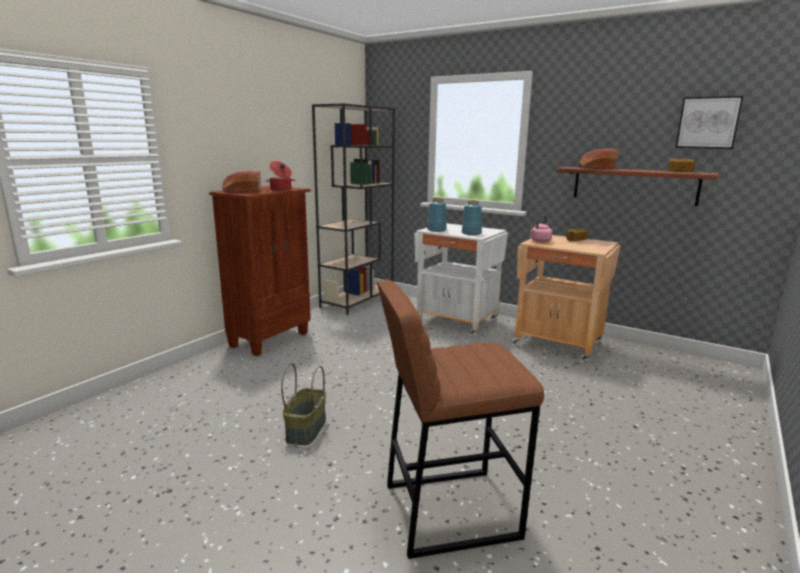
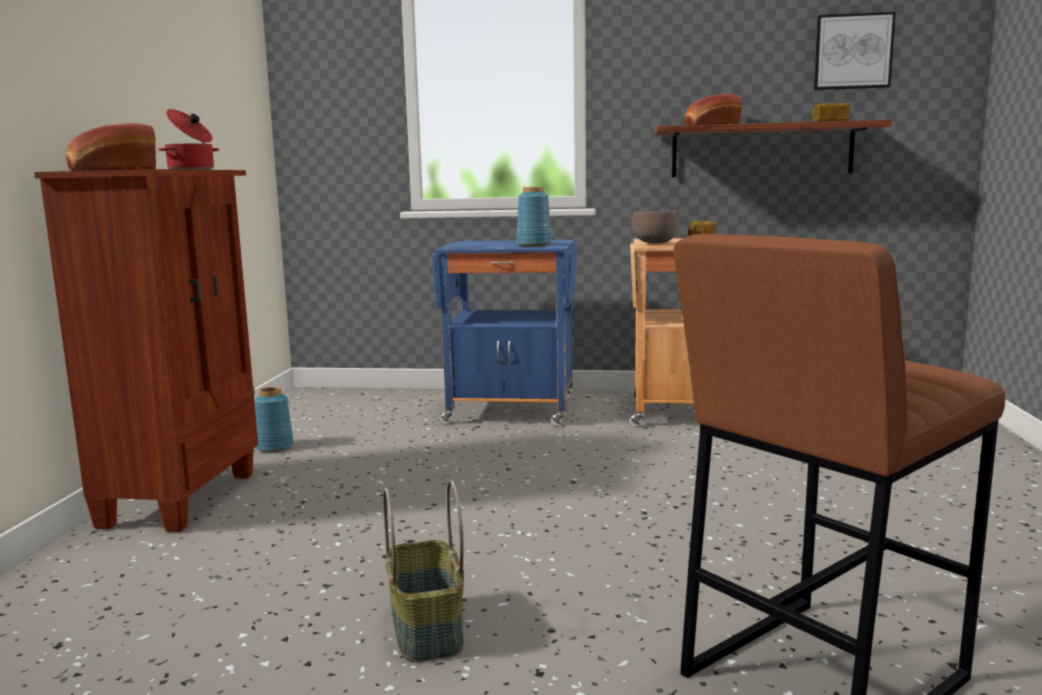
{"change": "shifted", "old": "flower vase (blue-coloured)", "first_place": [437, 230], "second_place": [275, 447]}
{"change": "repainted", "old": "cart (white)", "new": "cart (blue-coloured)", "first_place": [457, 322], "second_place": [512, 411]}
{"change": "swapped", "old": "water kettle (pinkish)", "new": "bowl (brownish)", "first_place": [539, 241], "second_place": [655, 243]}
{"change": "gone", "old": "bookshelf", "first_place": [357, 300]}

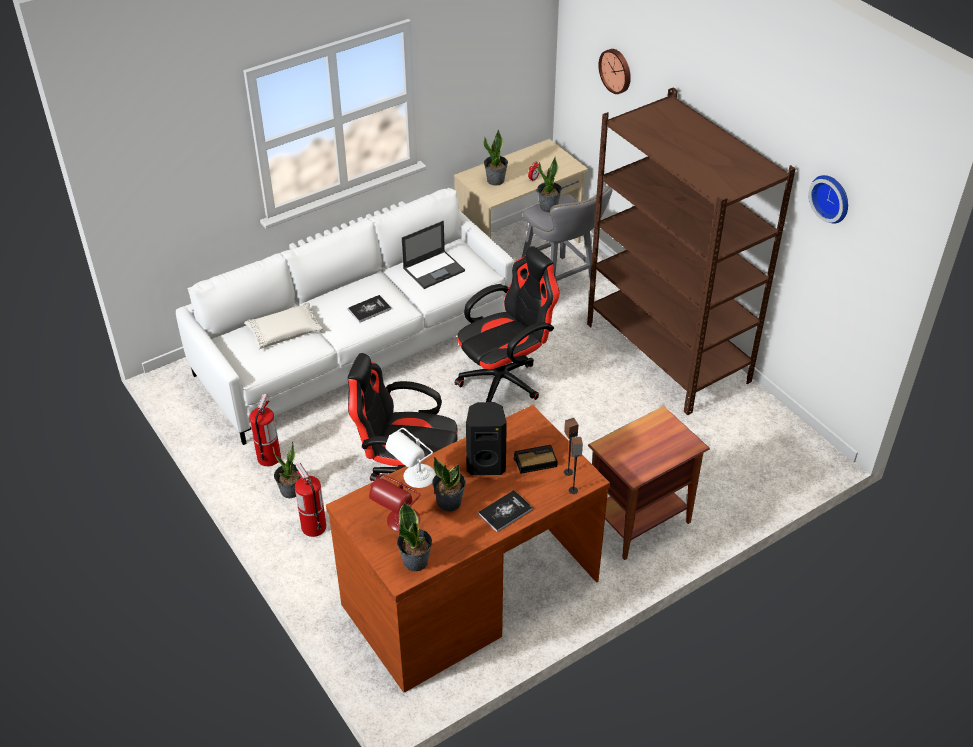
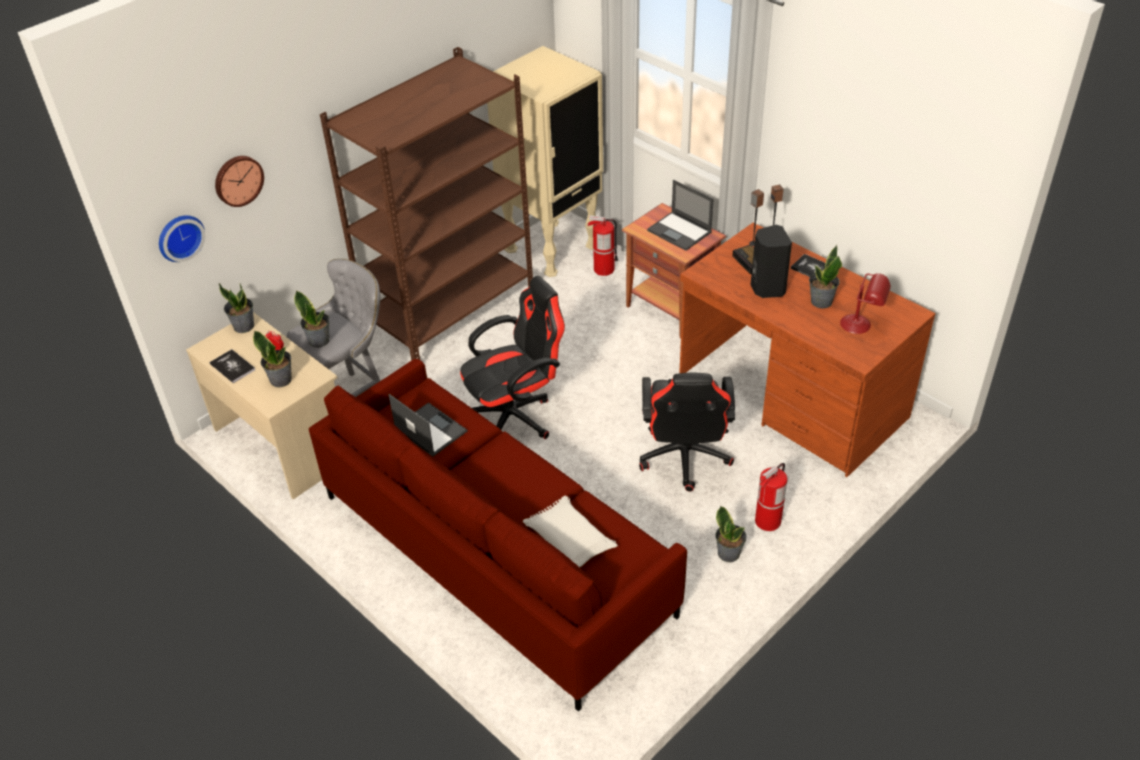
{"change": "shifted", "old": "hanging clock", "first_place": [832, 197], "second_place": [179, 237]}
{"change": "shifted", "old": "book", "first_place": [369, 309], "second_place": [232, 367]}
{"change": "shifted", "old": "plant in a pot", "first_place": [416, 561], "second_place": [244, 326]}
{"change": "repainted", "old": "couch (white)", "new": "couch (red-coloured)", "first_place": [356, 350], "second_place": [496, 553]}
{"change": "rotated", "old": "office chair (black)", "first_place": [506, 380], "second_place": [517, 417], "degrees": 105}
{"change": "new", "new": "storage cabinet (beige-coloured)", "second_place": [553, 247]}
{"change": "shifted", "old": "fire extinguisher", "first_place": [269, 457], "second_place": [603, 269]}
{"change": "new", "new": "notebook computer", "second_place": [680, 231]}
{"change": "gone", "old": "tabletop lamp (white)", "first_place": [414, 479]}

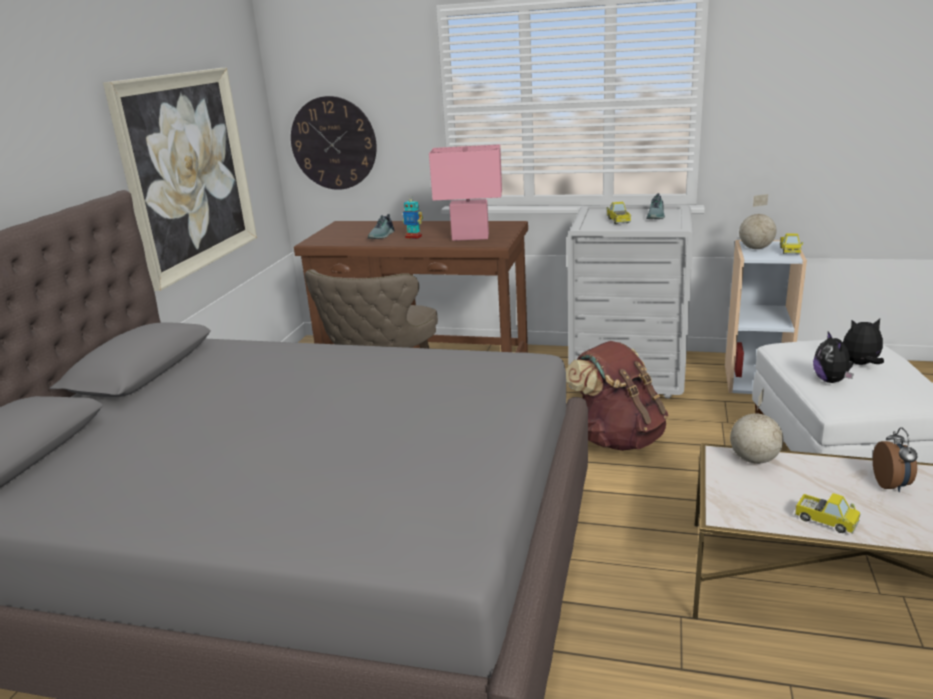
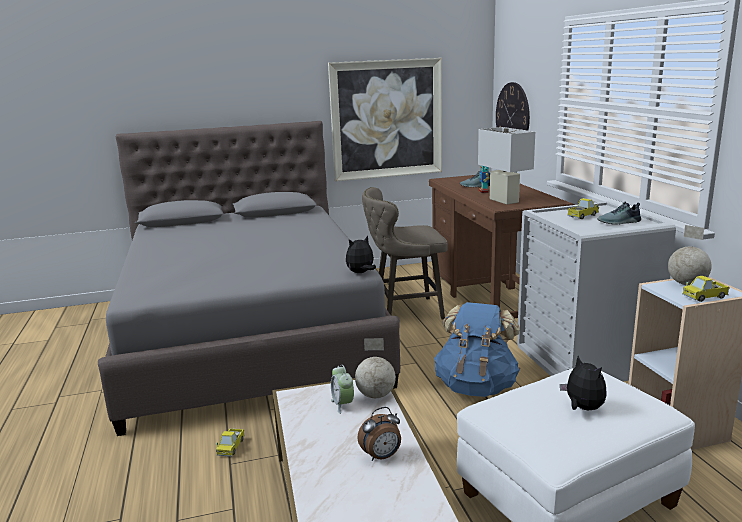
{"change": "shifted", "old": "toy lorry", "first_place": [825, 521], "second_place": [231, 447]}
{"change": "new", "new": "bedside clock", "second_place": [343, 404]}
{"change": "shifted", "old": "soft toy", "first_place": [831, 380], "second_place": [361, 273]}
{"change": "repainted", "old": "rucksack (brownish)", "new": "rucksack (blue-coloured)", "first_place": [618, 438], "second_place": [476, 386]}
{"change": "repainted", "old": "tabletop lamp (pinkish)", "new": "tabletop lamp (white)", "first_place": [470, 237], "second_place": [504, 201]}

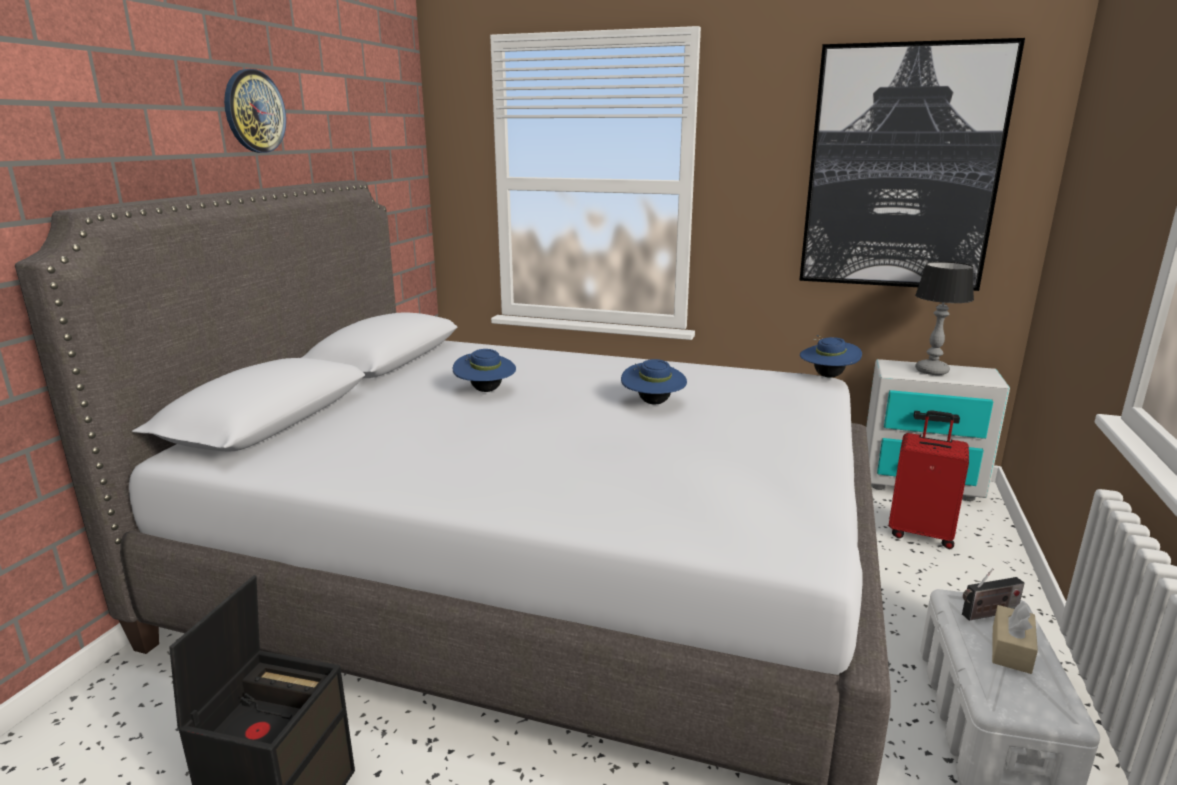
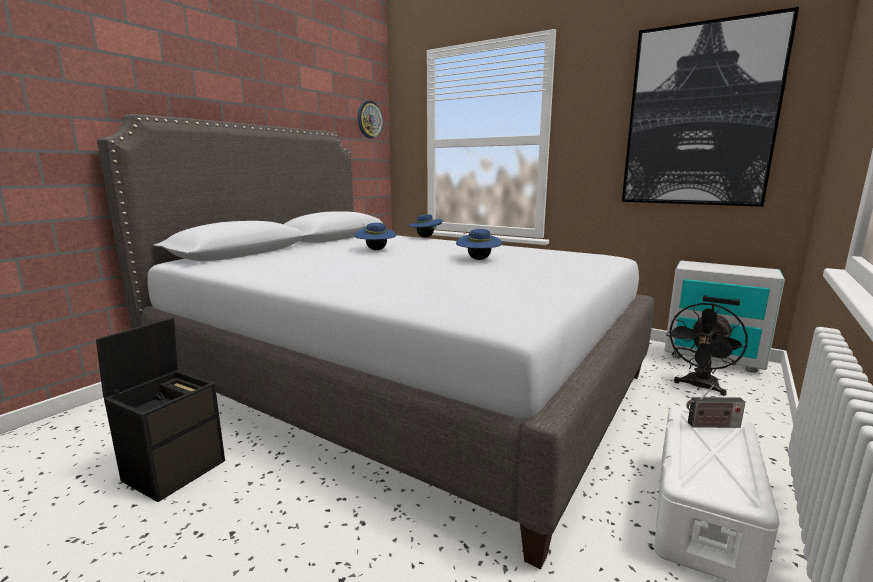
{"change": "shifted", "old": "hanging clock", "first_place": [254, 111], "second_place": [369, 119]}
{"change": "shifted", "old": "hat (blue-coloured)", "first_place": [827, 376], "second_place": [425, 237]}
{"change": "swapped", "old": "suitcase (red-coloured)", "new": "electric fan (black)", "first_place": [921, 533], "second_place": [699, 387]}
{"change": "gone", "old": "tabletop lamp", "first_place": [932, 371]}
{"change": "gone", "old": "box of tissues (beige-coloured)", "first_place": [1011, 649]}

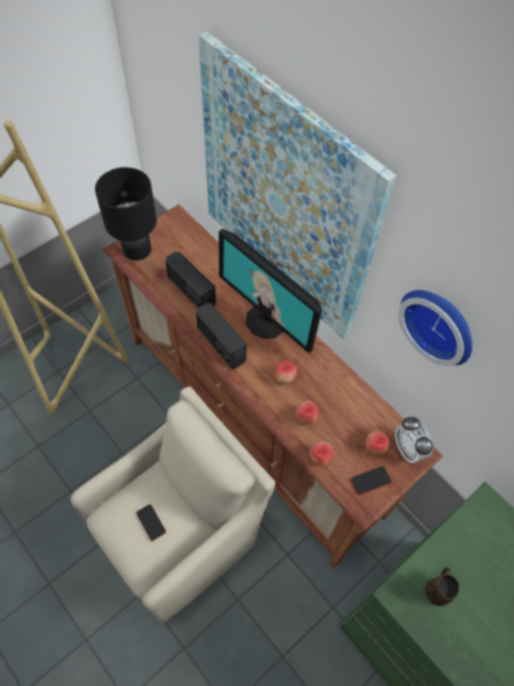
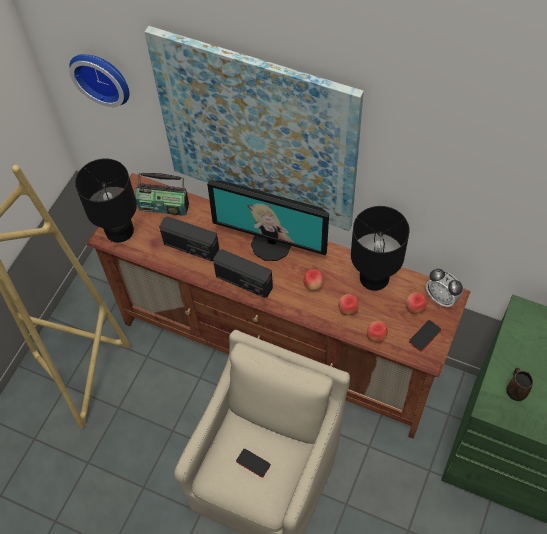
{"change": "shifted", "old": "hanging clock", "first_place": [440, 323], "second_place": [102, 76]}
{"change": "new", "new": "radio receiver", "second_place": [164, 205]}
{"change": "new", "new": "tabletop lamp (black)", "second_place": [374, 278]}

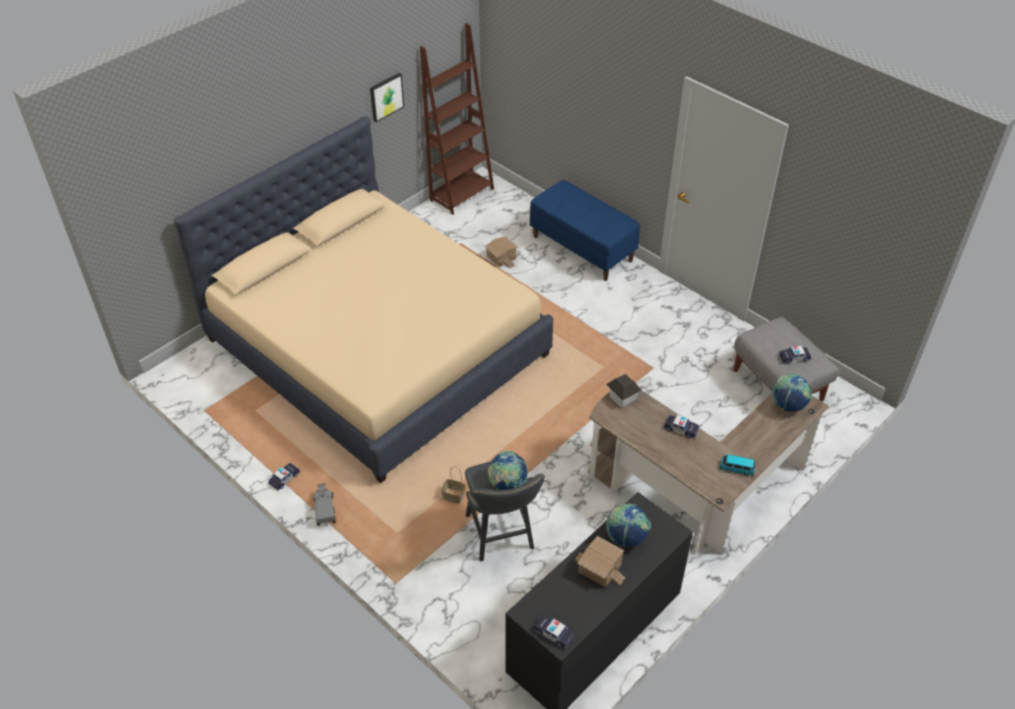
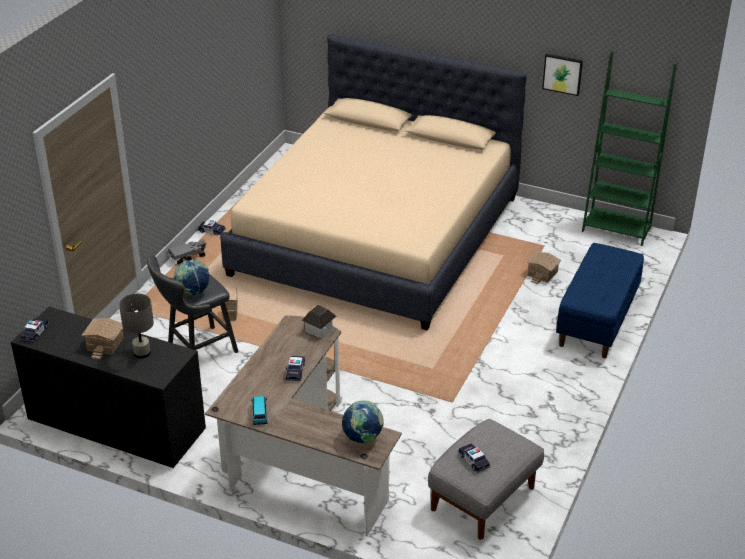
{"change": "swapped", "old": "world globe", "new": "tabletop lamp (gray)", "first_place": [626, 538], "second_place": [142, 352]}
{"change": "repainted", "old": "bookshelf (brownish)", "new": "bookshelf (green)", "first_place": [461, 194], "second_place": [616, 229]}

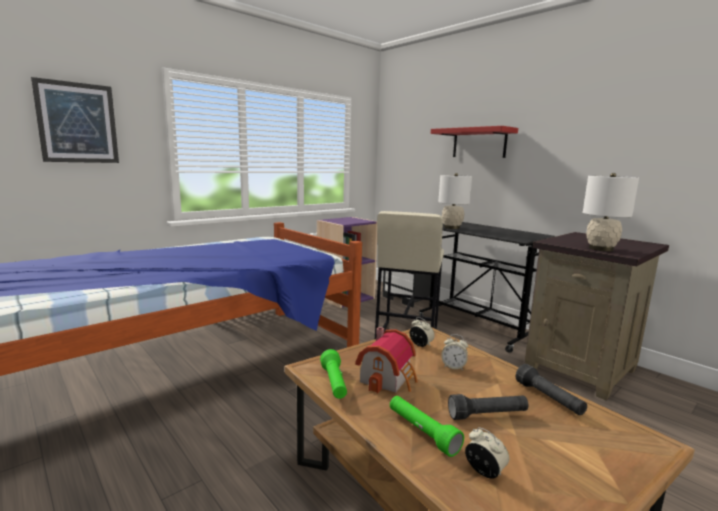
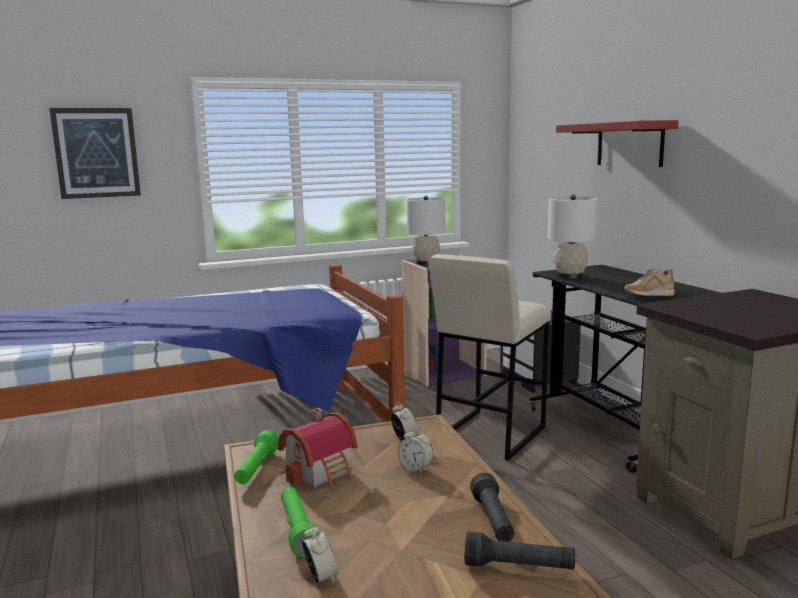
{"change": "shifted", "old": "tabletop lamp (white)", "first_place": [600, 249], "second_place": [426, 263]}
{"change": "shifted", "old": "hand torch (black)", "first_place": [487, 415], "second_place": [519, 567]}
{"change": "new", "new": "low shoe (beige-coloured)", "second_place": [648, 296]}

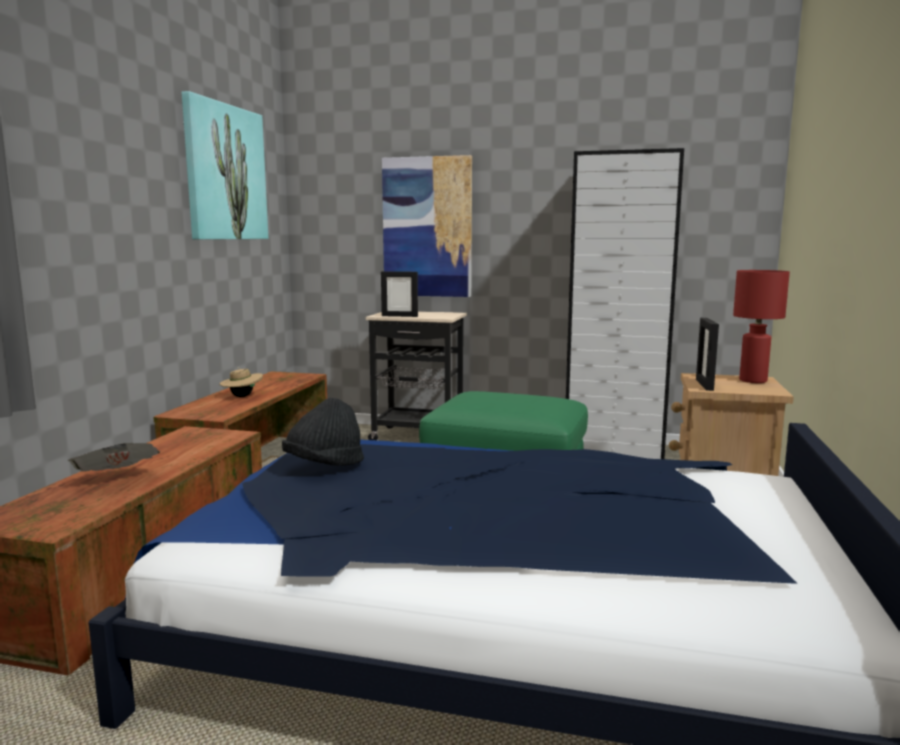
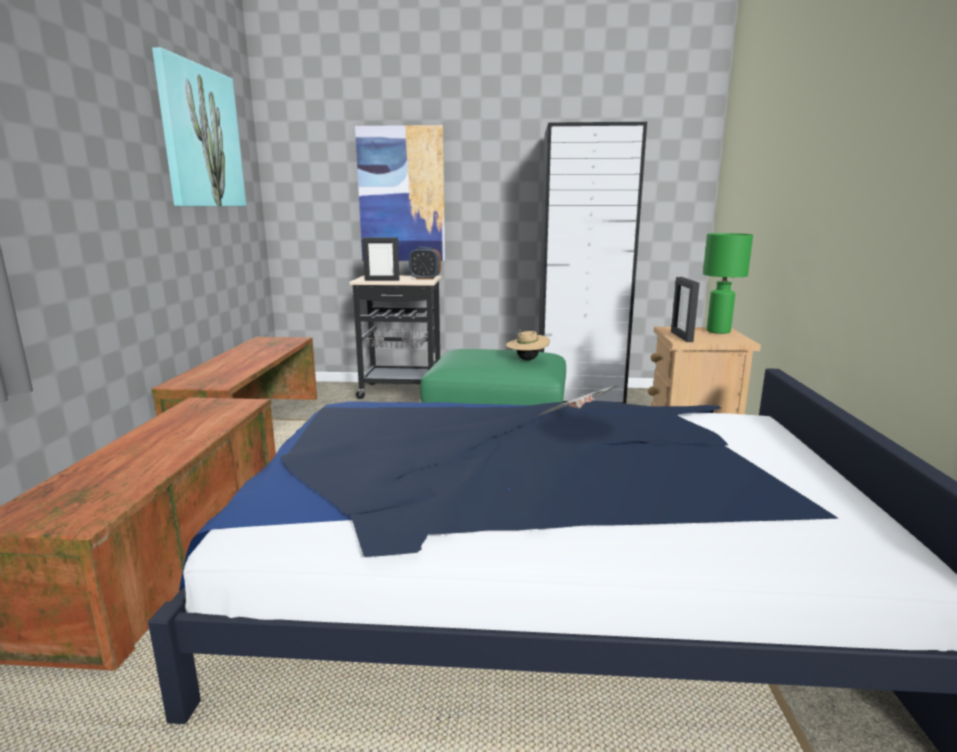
{"change": "new", "new": "bedside clock", "second_place": [425, 278]}
{"change": "shifted", "old": "hat (beige-coloured)", "first_place": [242, 396], "second_place": [527, 359]}
{"change": "shifted", "old": "printed paper", "first_place": [118, 479], "second_place": [574, 422]}
{"change": "repainted", "old": "tabletop lamp (red-coloured)", "new": "tabletop lamp (green)", "first_place": [753, 381], "second_place": [718, 331]}
{"change": "gone", "old": "hat (black)", "first_place": [324, 466]}

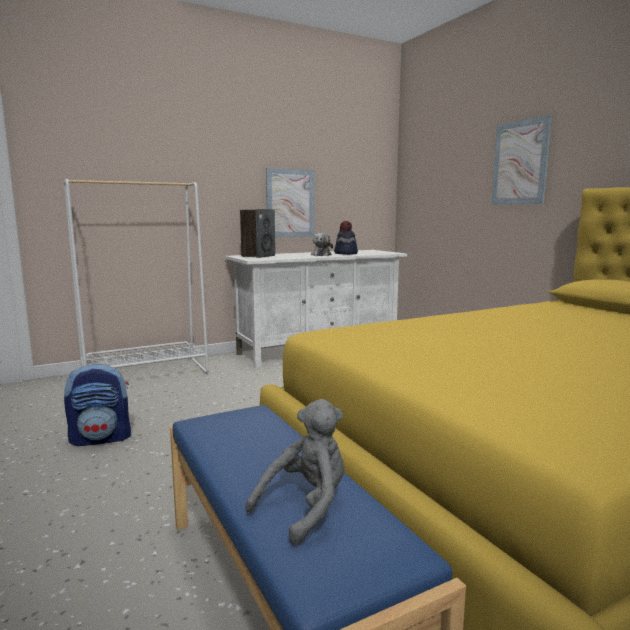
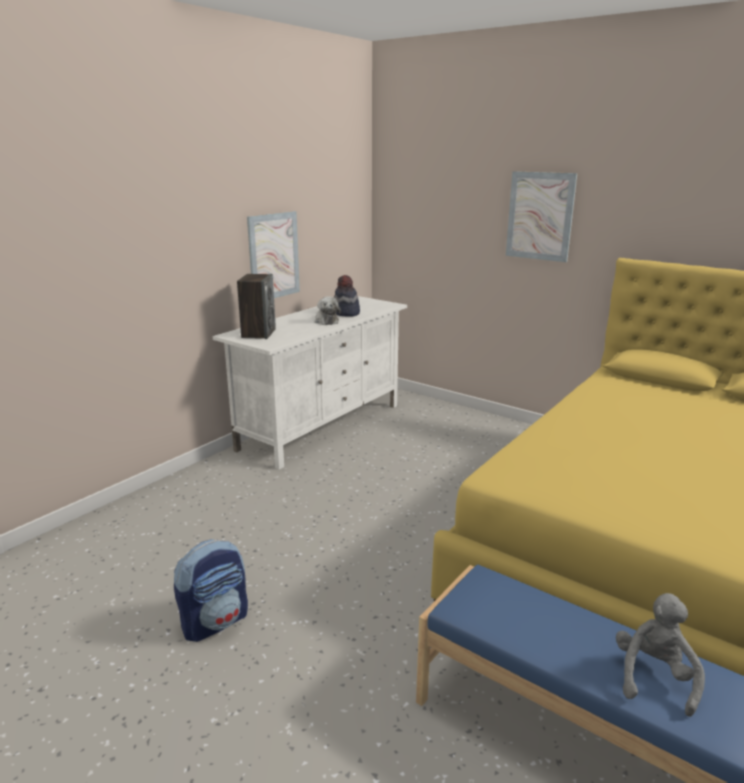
{"change": "gone", "old": "garment rack (white)", "first_place": [145, 374]}

